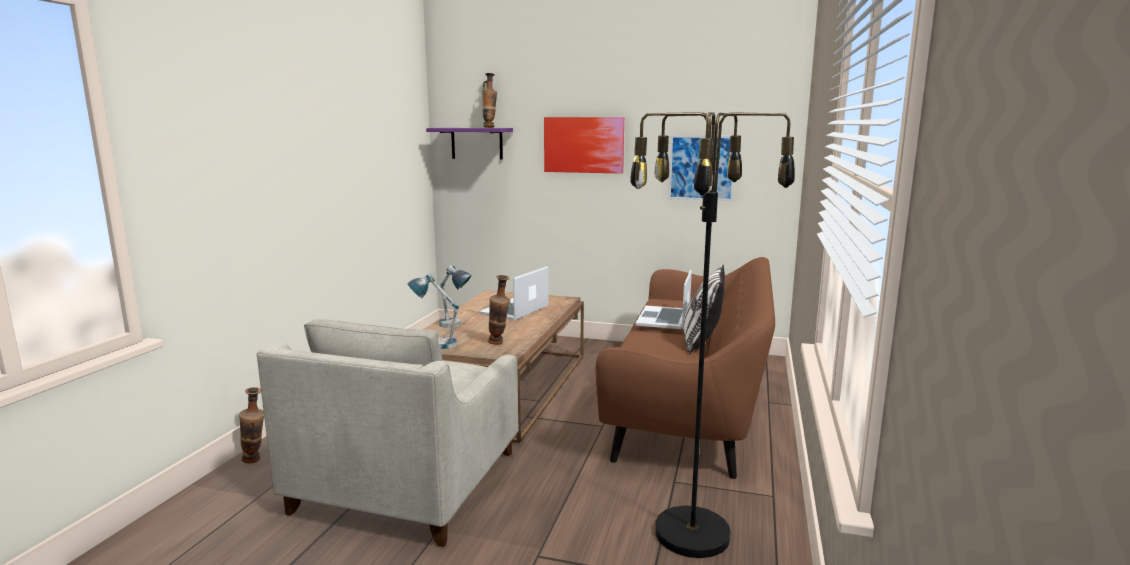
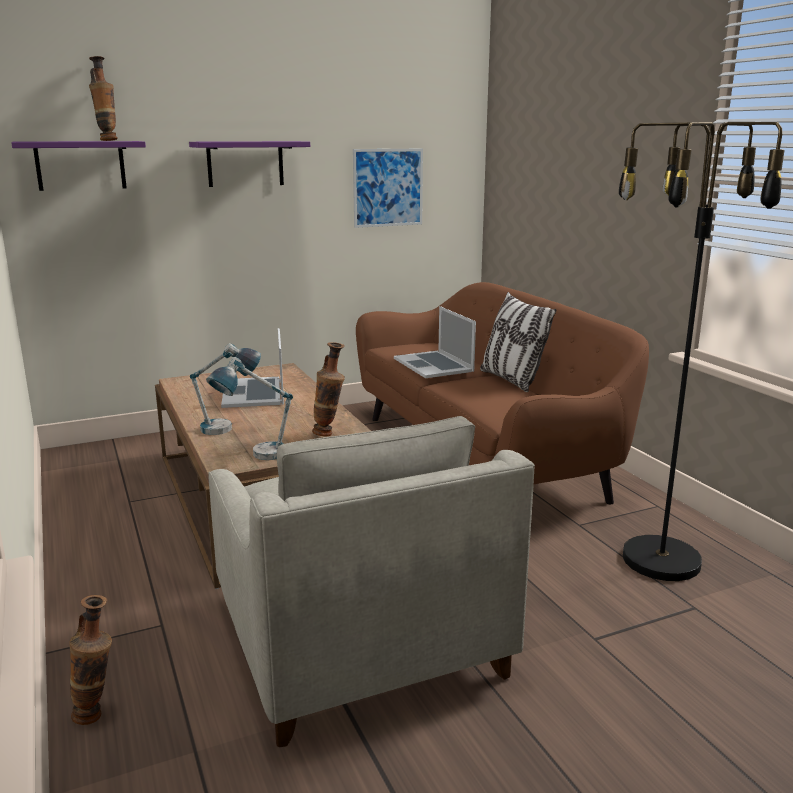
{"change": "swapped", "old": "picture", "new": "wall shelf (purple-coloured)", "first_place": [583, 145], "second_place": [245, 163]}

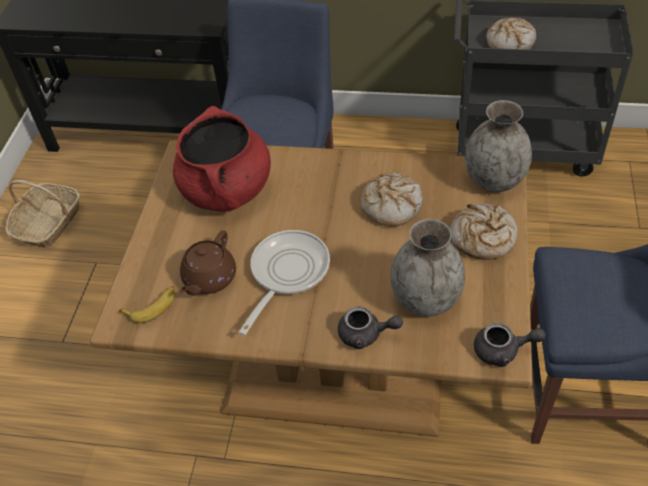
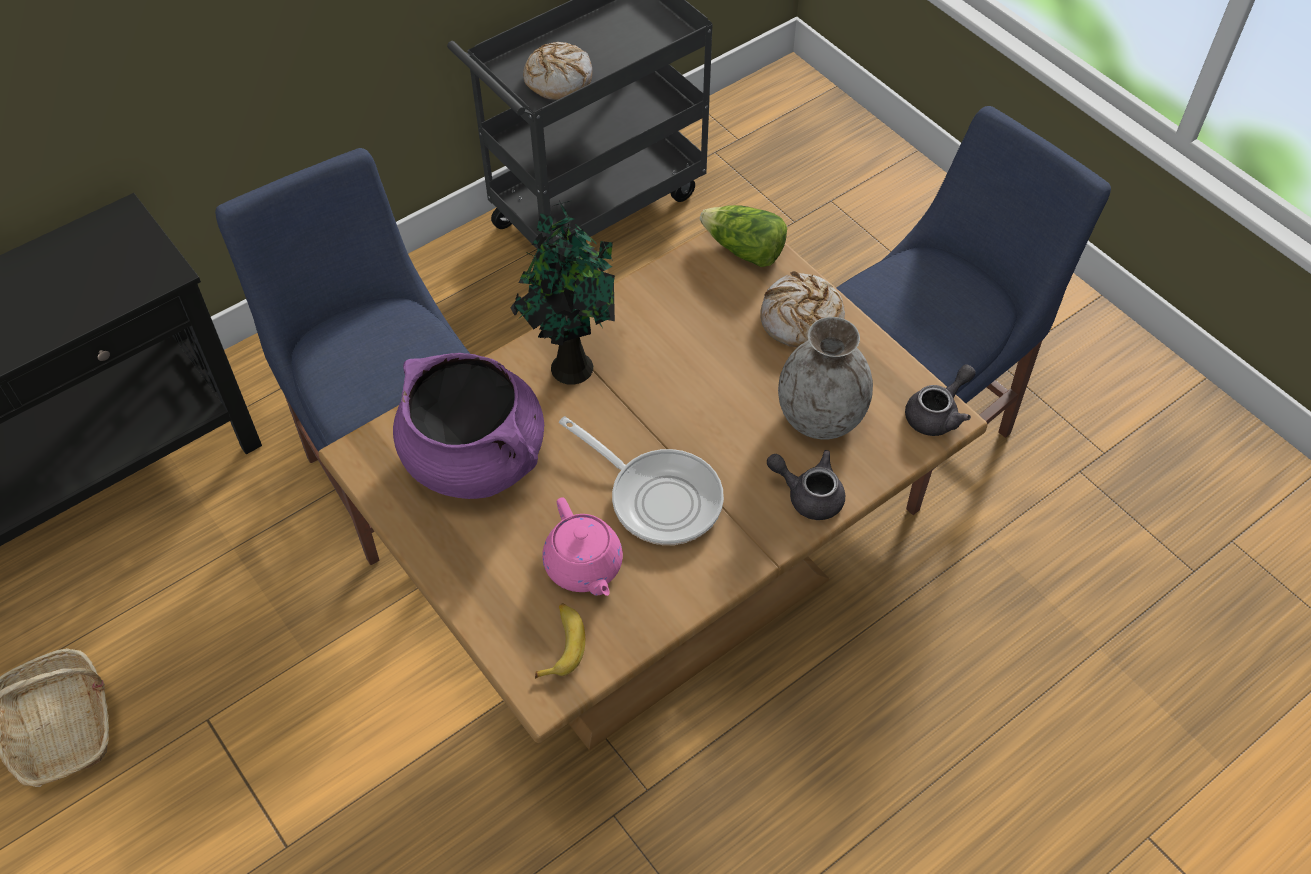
{"change": "repainted", "old": "stockpot (red-coloured)", "new": "stockpot (purple-coloured)", "first_place": [227, 190], "second_place": [475, 458]}
{"change": "new", "new": "plant in a pot", "second_place": [570, 364]}
{"change": "repainted", "old": "pot for tea (brownish)", "new": "pot for tea (pinkish)", "first_place": [209, 279], "second_place": [584, 566]}
{"change": "rotated", "old": "frying pan", "first_place": [286, 273], "second_place": [658, 497], "degrees": 150}
{"change": "swapped", "old": "flower vase (gray)", "new": "head of lettuce", "first_place": [494, 180], "second_place": [744, 250]}
{"change": "rotated", "old": "pot for tea (gray)", "first_place": [366, 335], "second_place": [808, 494], "degrees": -120}
{"change": "gone", "old": "baked bread", "first_place": [391, 205]}

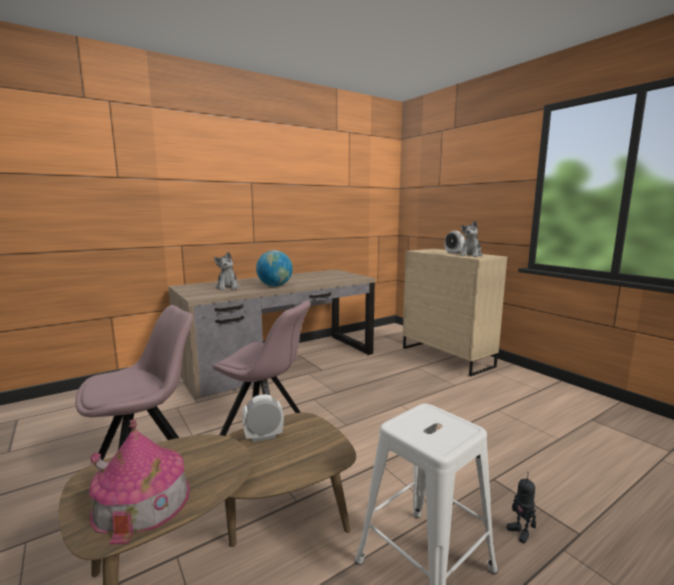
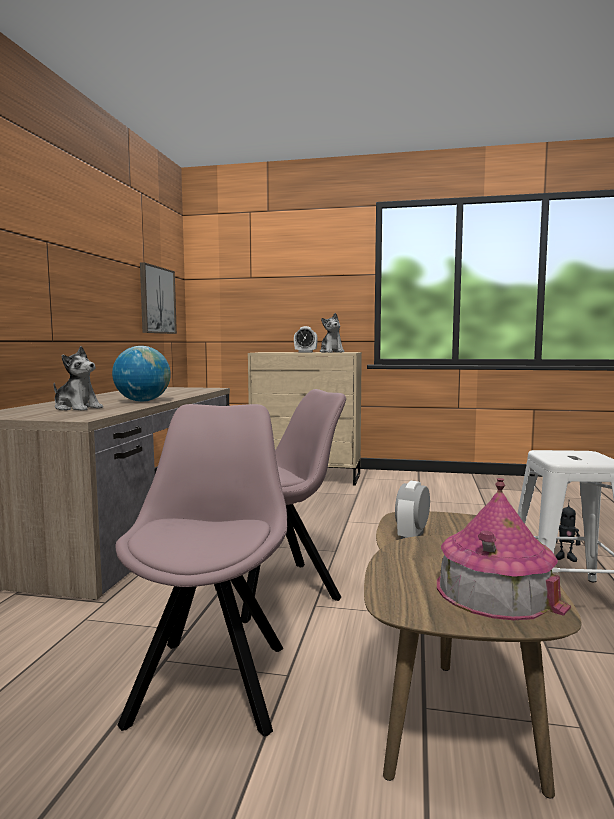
{"change": "new", "new": "picture", "second_place": [157, 300]}

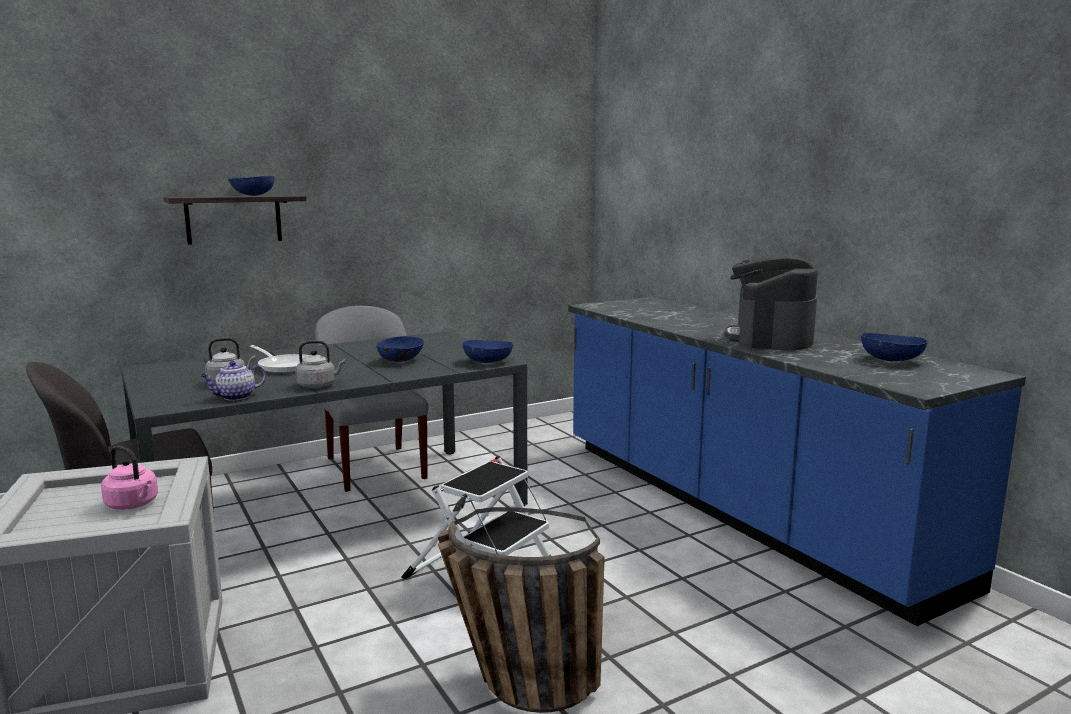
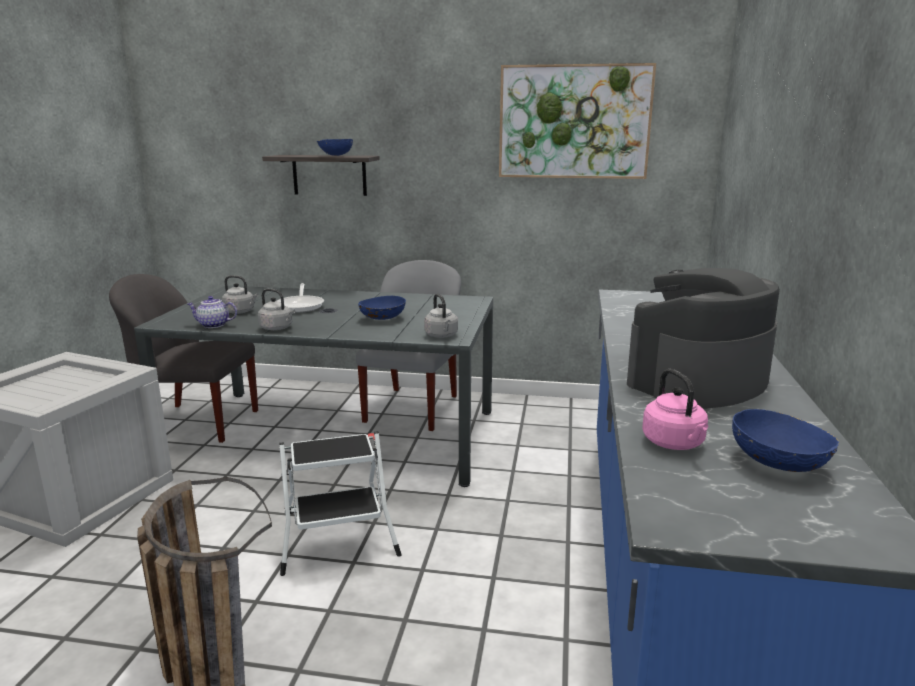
{"change": "swapped", "old": "bowl (blue-coloured)", "new": "water kettle (gray)", "first_place": [488, 362], "second_place": [442, 336]}
{"change": "new", "new": "picture", "second_place": [574, 122]}
{"change": "shifted", "old": "water kettle (pinkish)", "first_place": [133, 505], "second_place": [675, 444]}

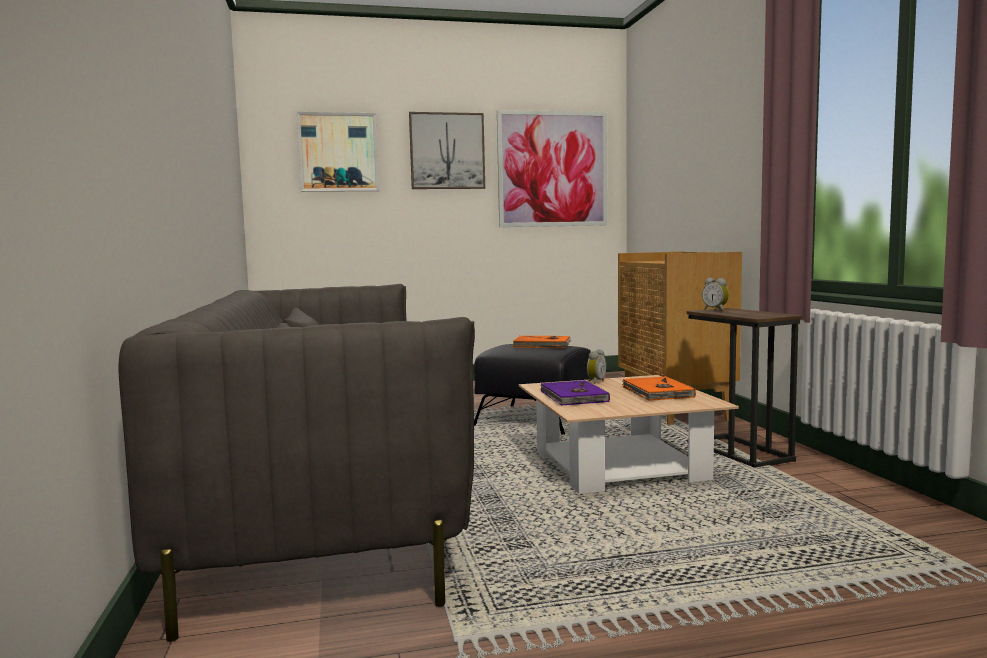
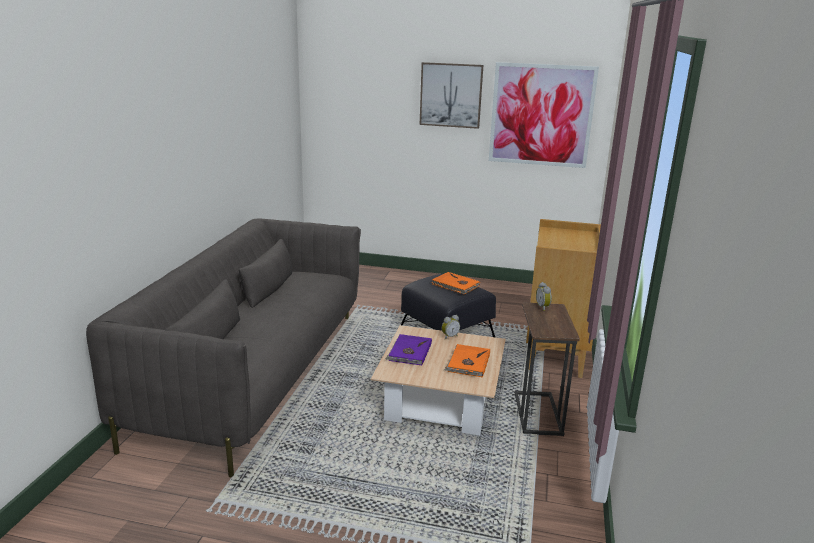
{"change": "gone", "old": "picture", "first_place": [338, 152]}

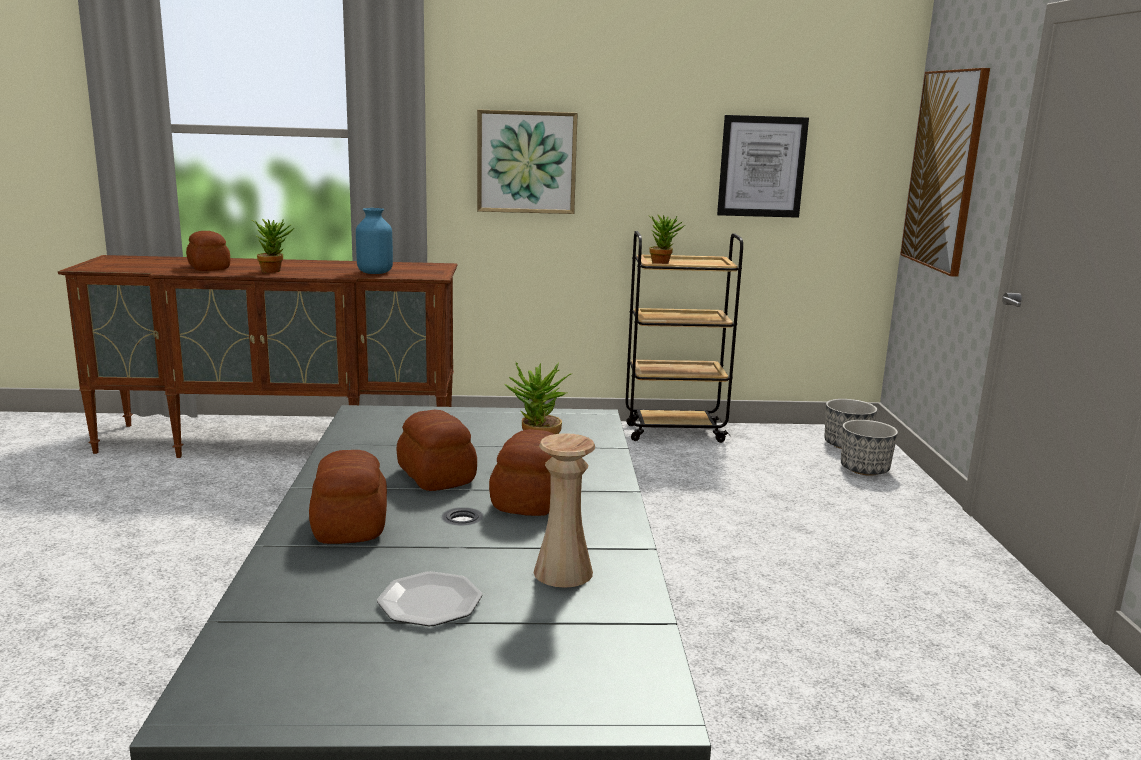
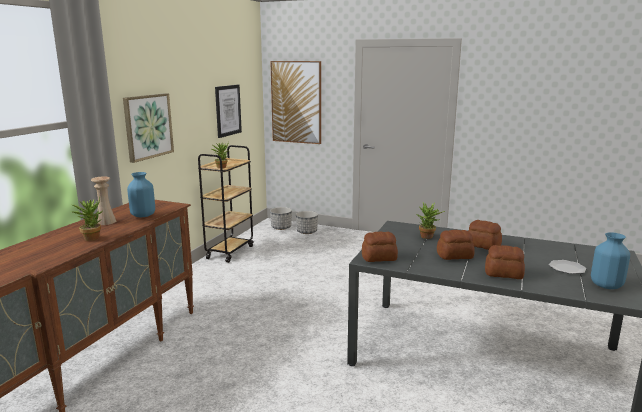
{"change": "shifted", "old": "flower vase (beige-coloured)", "first_place": [563, 572], "second_place": [106, 222]}
{"change": "shifted", "old": "baked bread", "first_place": [208, 267], "second_place": [379, 258]}
{"change": "new", "new": "flower vase (blue-coloured)", "second_place": [606, 285]}

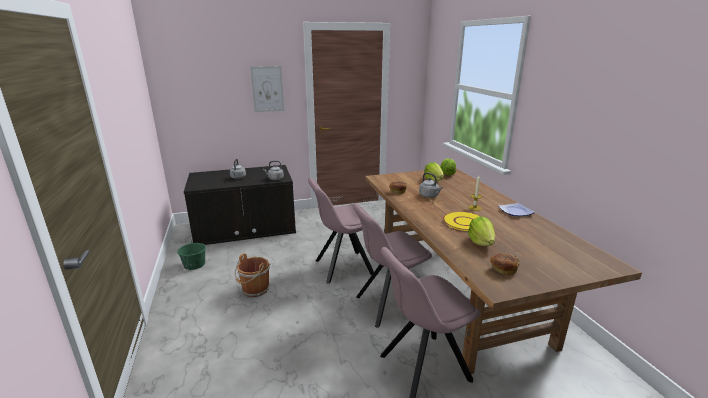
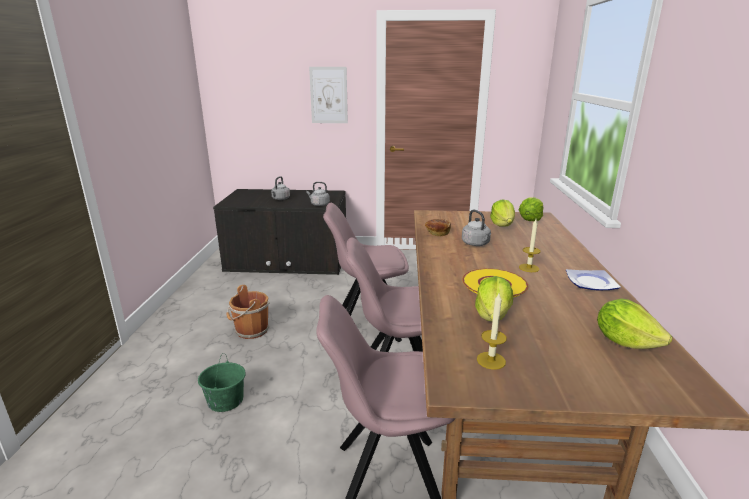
{"change": "shifted", "old": "bucket (green)", "first_place": [194, 264], "second_place": [225, 400]}
{"change": "swapped", "old": "baked bread", "new": "candle", "first_place": [503, 269], "second_place": [491, 360]}
{"change": "new", "new": "head of lettuce", "second_place": [625, 341]}

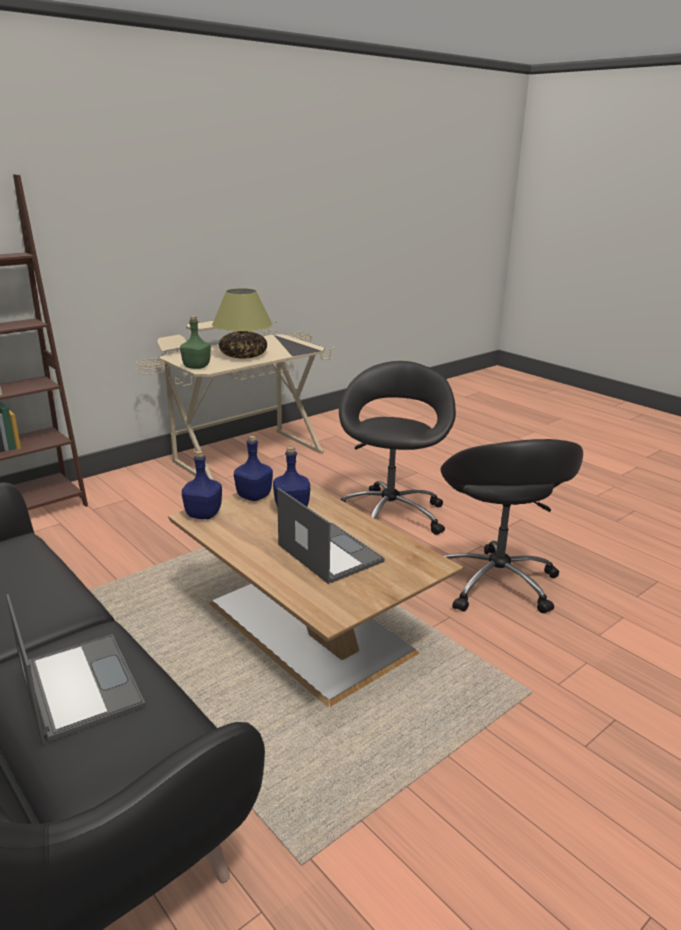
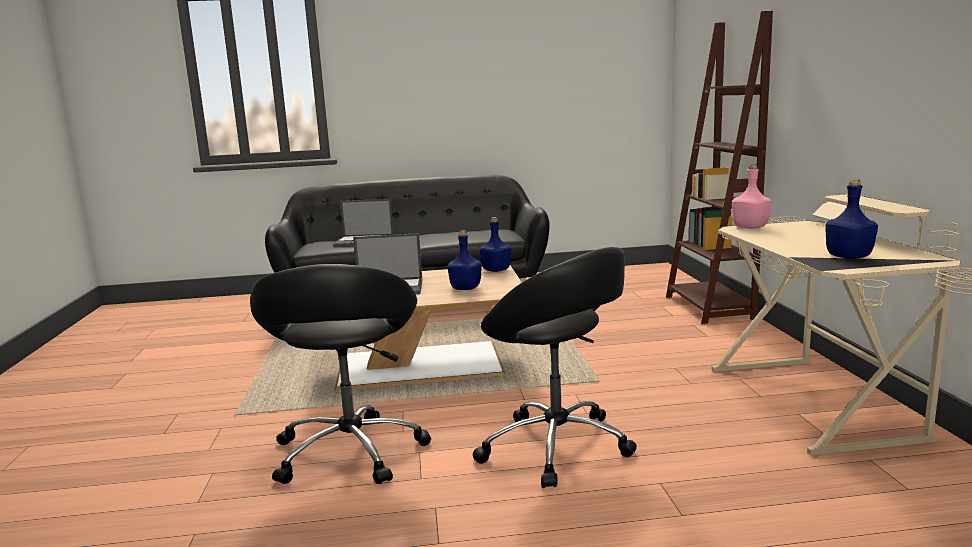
{"change": "rotated", "old": "office chair (black)", "first_place": [495, 585], "second_place": [349, 454], "degrees": -120}
{"change": "repainted", "old": "bottle (green)", "new": "bottle (pinkish)", "first_place": [196, 367], "second_place": [750, 227]}
{"change": "shifted", "old": "bottle (blue-coloured)", "first_place": [253, 496], "second_place": [848, 256]}
{"change": "gone", "old": "tabletop lamp", "first_place": [244, 355]}

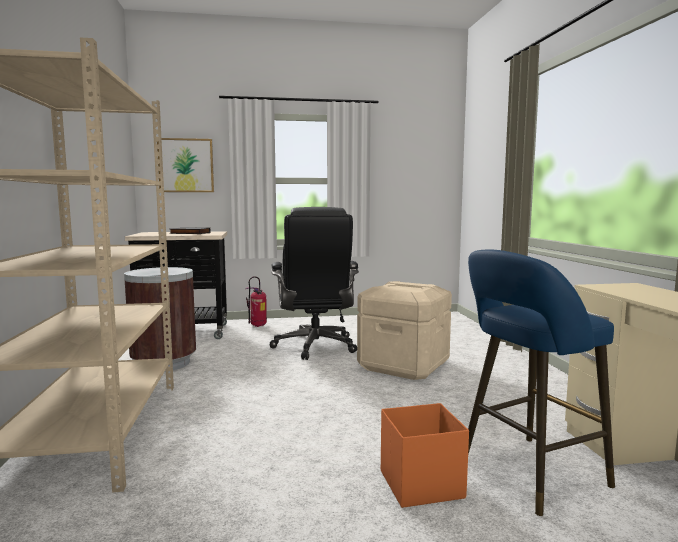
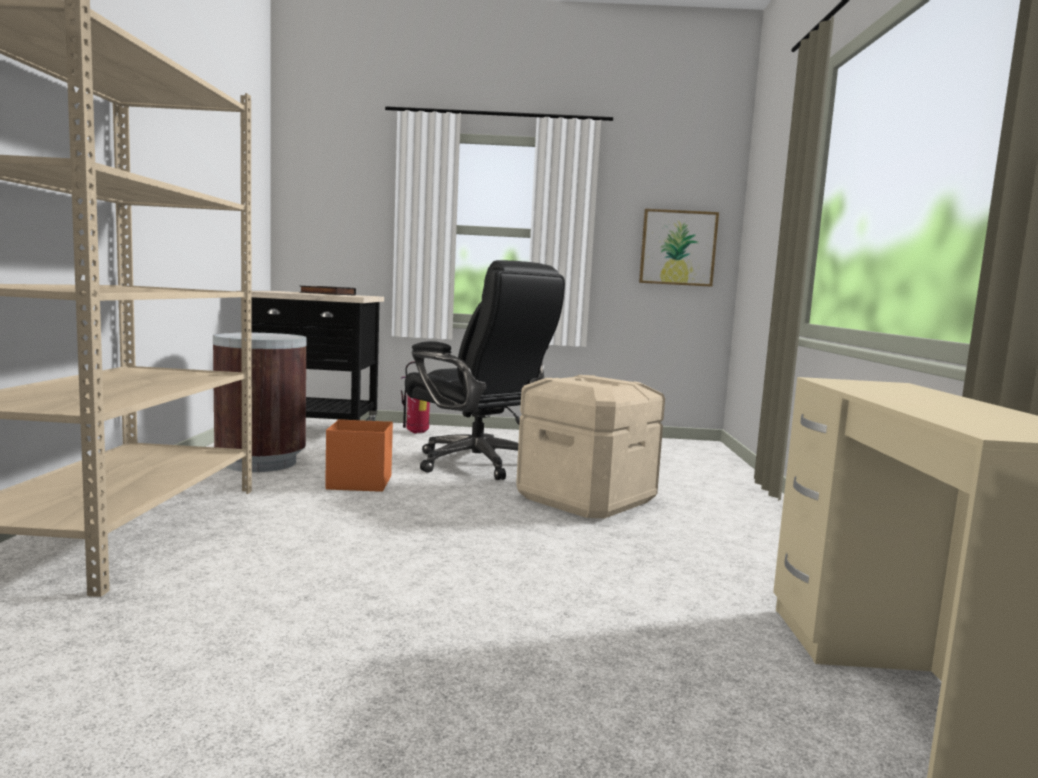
{"change": "shifted", "old": "storage box (orangey)", "first_place": [419, 484], "second_place": [358, 483]}
{"change": "rotated", "old": "office chair (black)", "first_place": [315, 346], "second_place": [476, 463], "degrees": -45}
{"change": "shifted", "old": "picture", "first_place": [186, 165], "second_place": [678, 248]}
{"change": "gone", "old": "stool seat (blue-coloured)", "first_place": [527, 474]}

